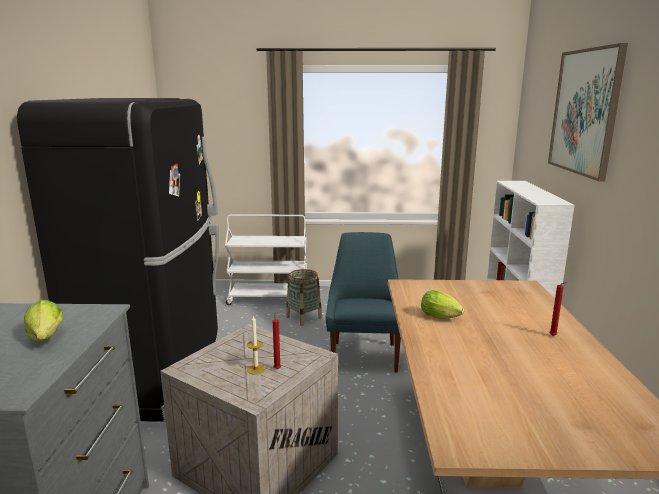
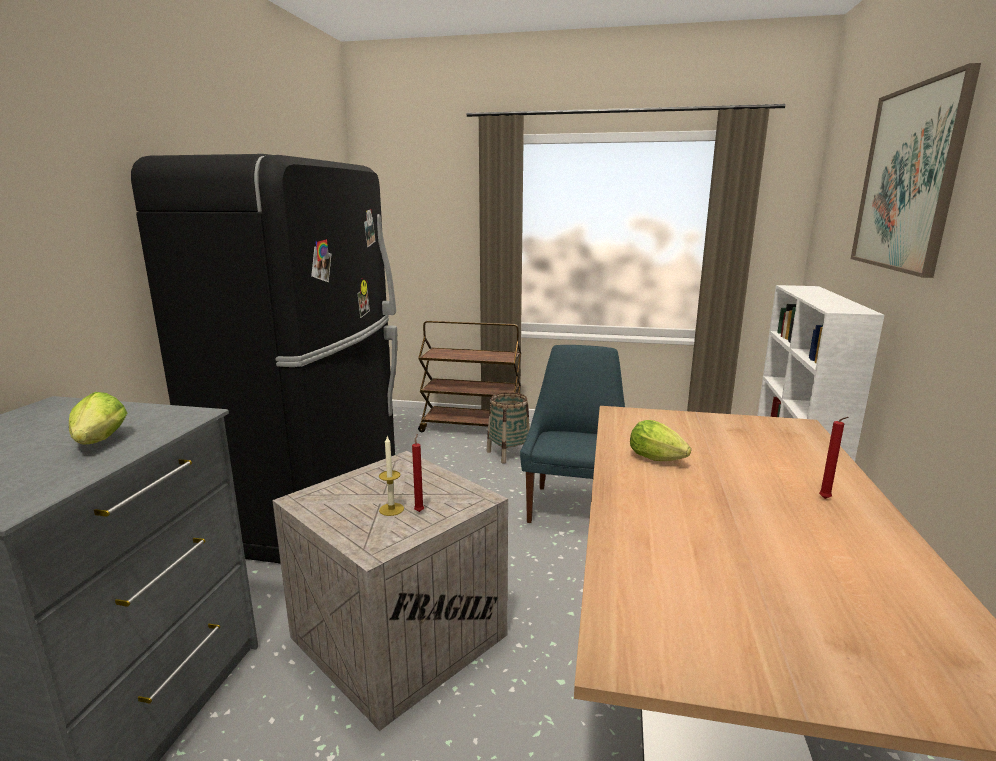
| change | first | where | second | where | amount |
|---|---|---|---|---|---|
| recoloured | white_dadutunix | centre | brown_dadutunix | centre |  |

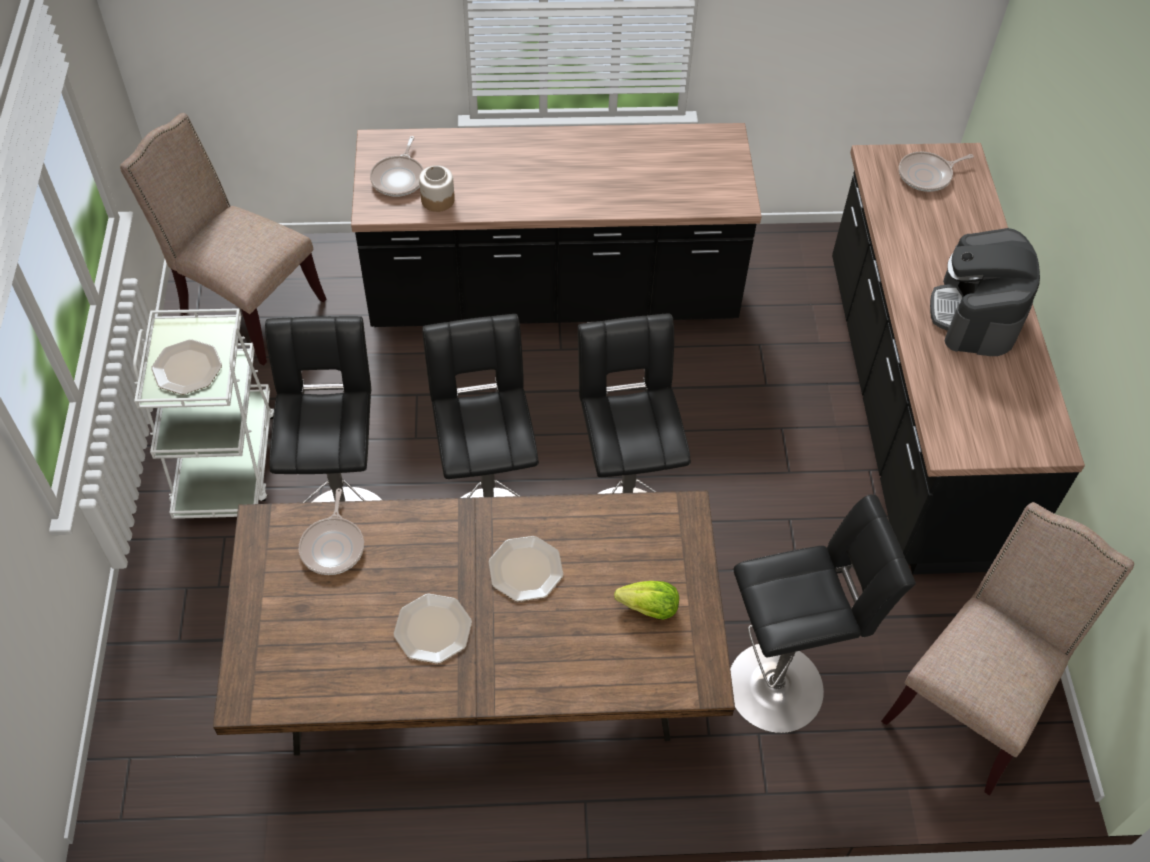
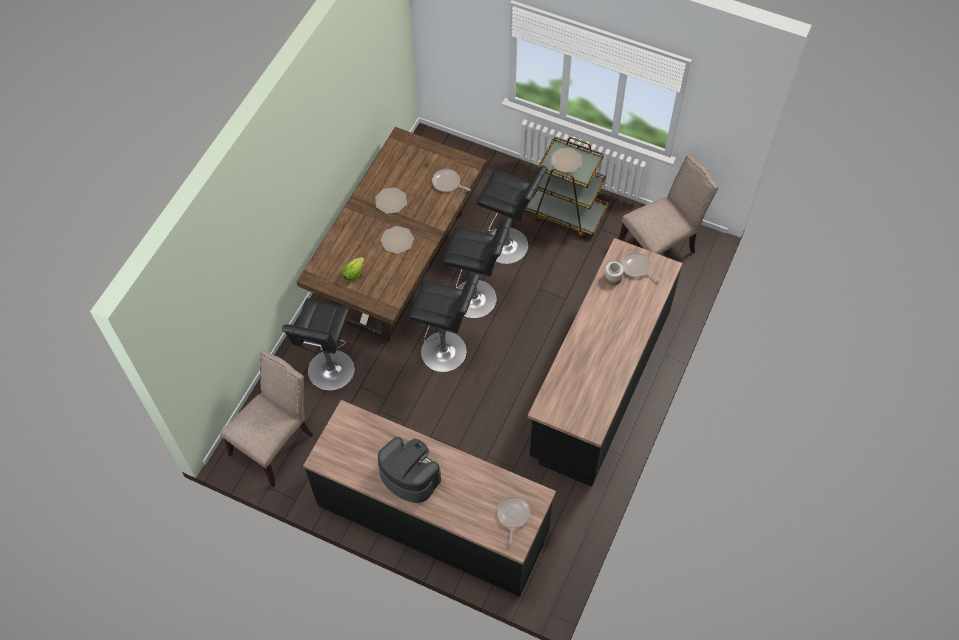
| change | first | where | second | where | amount |
|---|---|---|---|---|---|
| recoloured | white_dadutunix | middle left | brown_dadutunix | top centre |  |
| turned | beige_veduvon (2nd from left in the first image) | bottom right | beige_veduvon (1st from left) | middle left | 120 degrees counterclockwise |

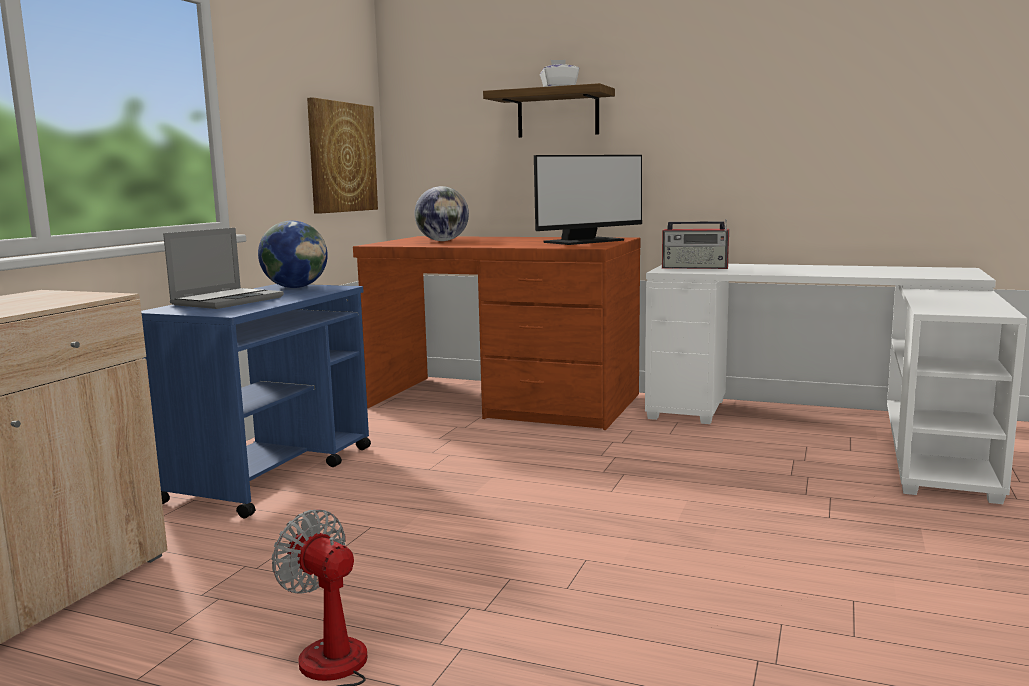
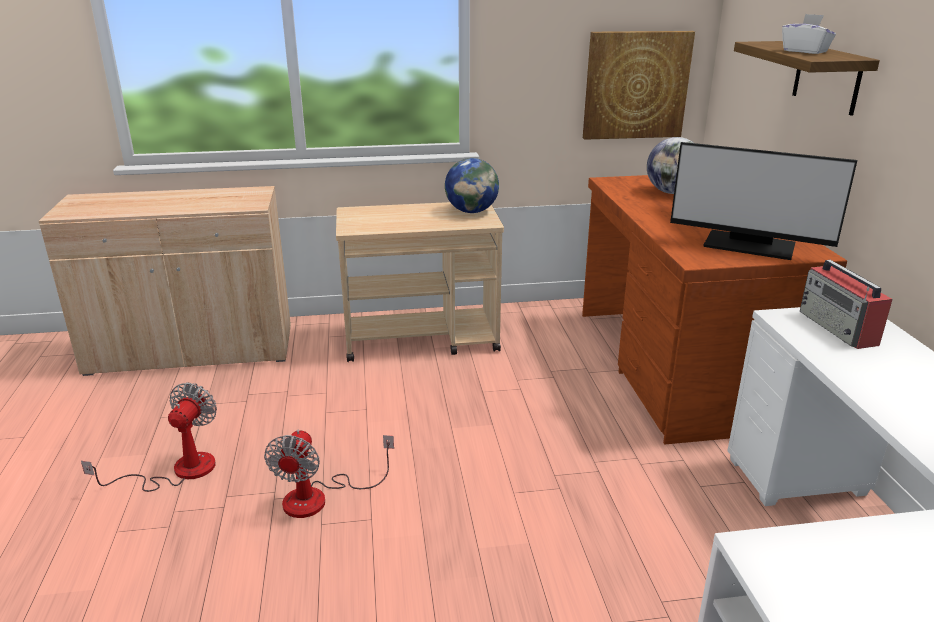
| change | first | where | second | where | amount |
|---|---|---|---|---|---|
| removed | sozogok | middle left |  |  |  |
| added |  |  | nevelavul (2nd from left) | bottom centre |  |
| recoloured | blue_dadutunix | middle left | beige_dadutunix | centre |  |

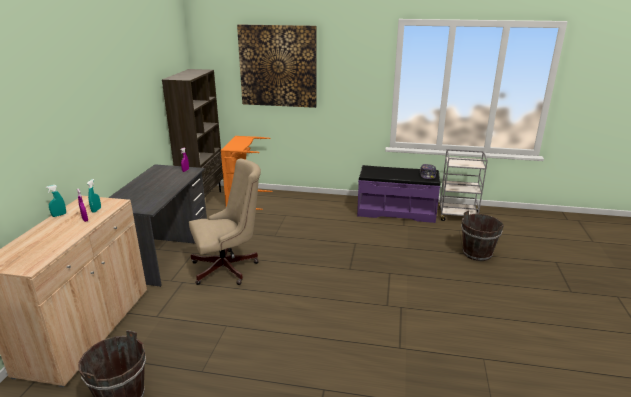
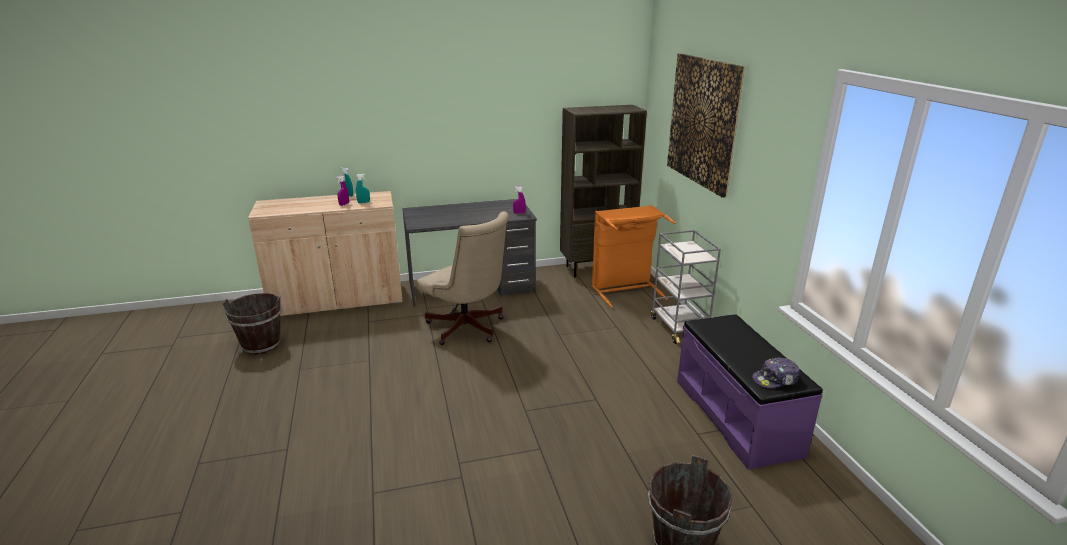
| change | first | where | second | where | amount |
|---|---|---|---|---|---|
| moved | grey_dadutunix | middle right |  | centre |  |

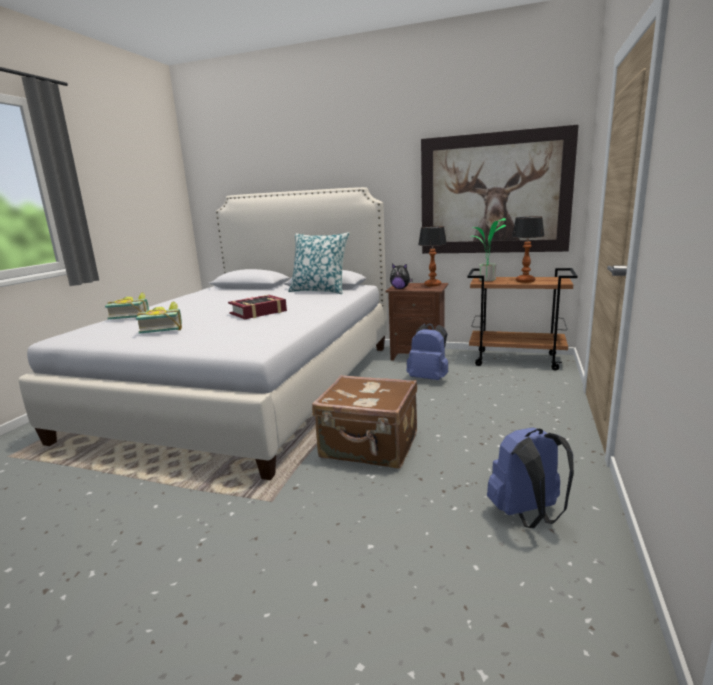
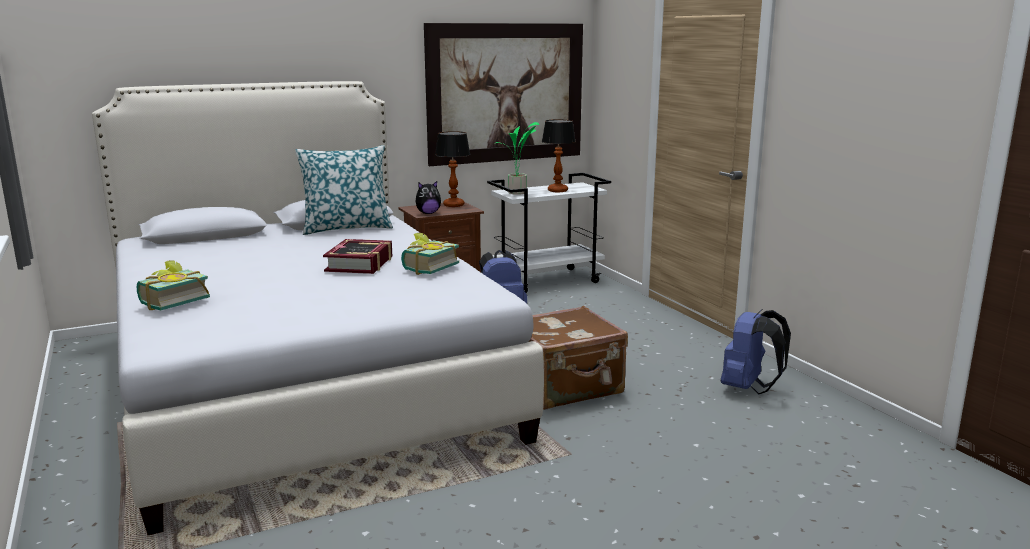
| change | first | where | second | where | amount |
|---|---|---|---|---|---|
| moved | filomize (2nd from left in the first image) | middle left | filomize (3rd from left) | centre |  |
| recoloured | brown_dadutunix | middle right | white_dadutunix | centre |  |

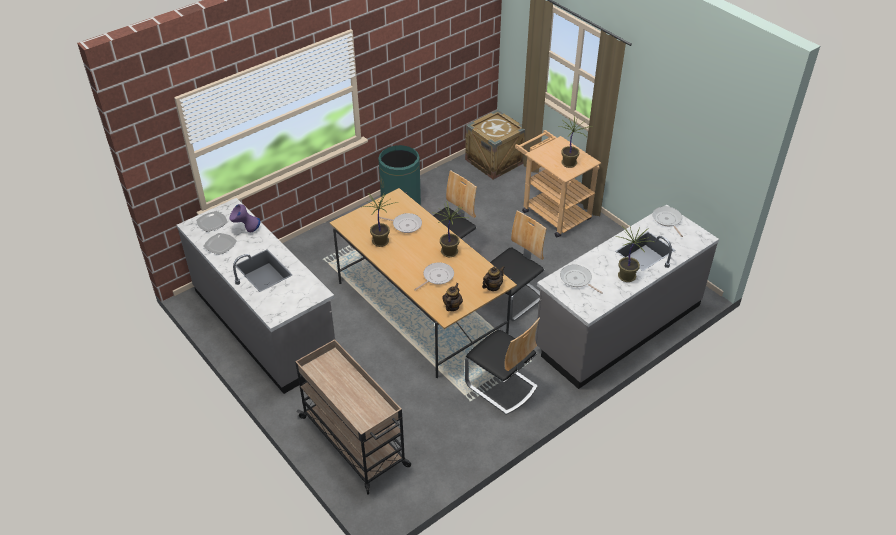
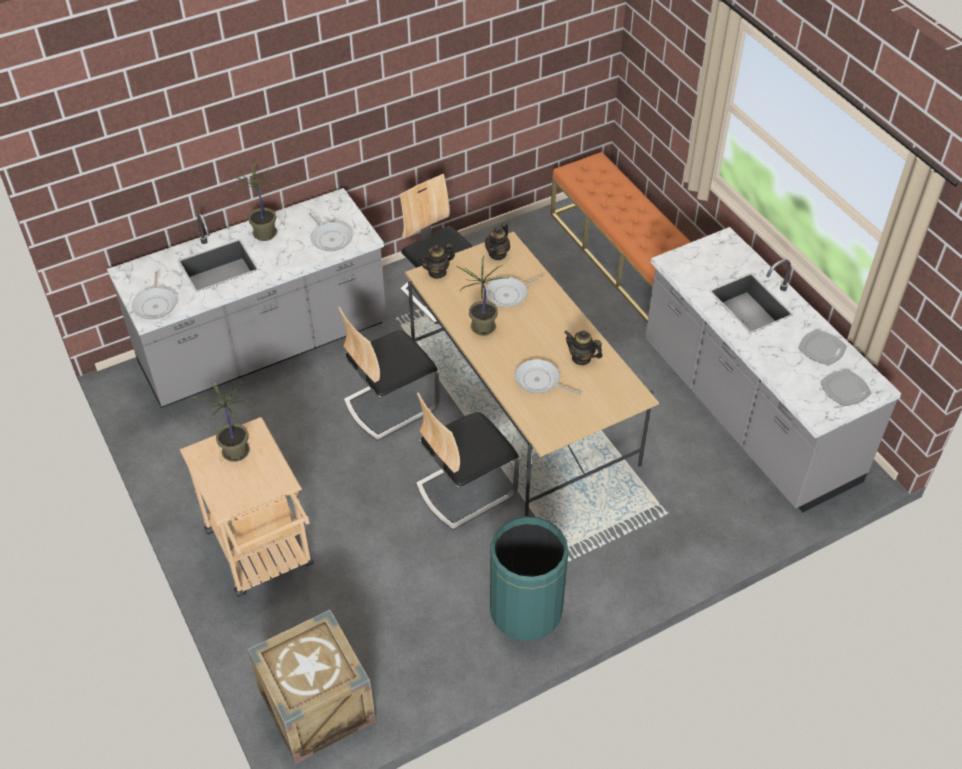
| change | first | where | second | where | amount |
|---|---|---|---|---|---|
| removed | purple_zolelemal | middle left |  |  |  |
| replaced | beige_dadutunix (1st from left) | bottom centre | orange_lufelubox | top centre |  |
| replaced | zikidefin (1st from left) | centre | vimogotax (3rd from left) | centre |  |

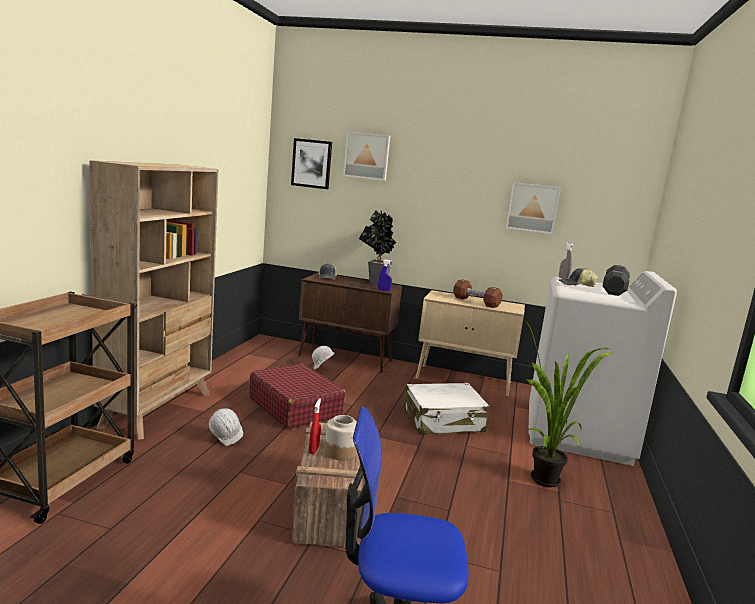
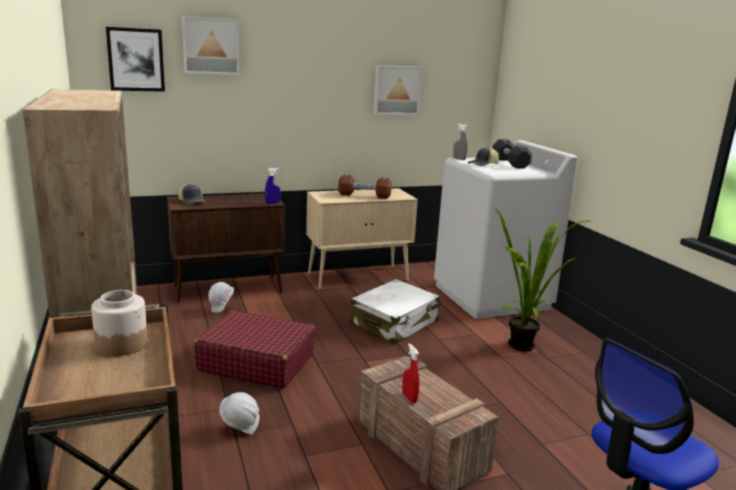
| change | first | where | second | where | amount |
|---|---|---|---|---|---|
| removed | zikidefin (1st from left) | centre |  |  |  |
| moved | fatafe | bottom centre |  | middle left |  |

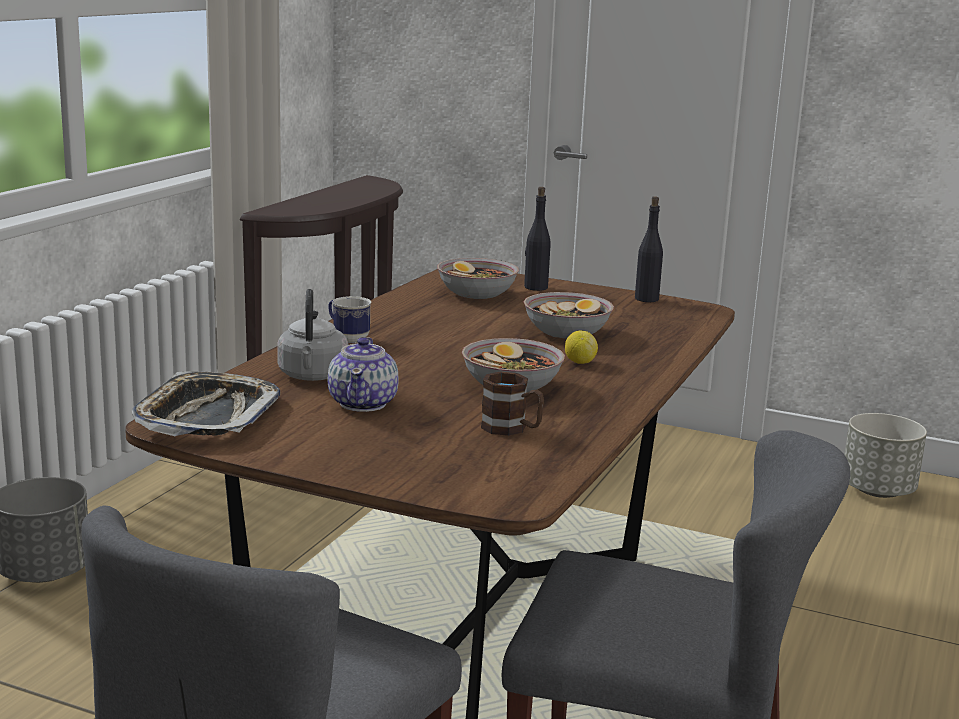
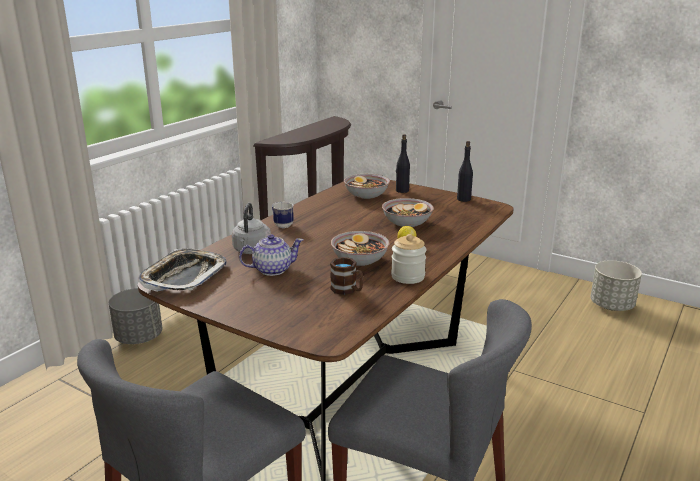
| change | first | where | second | where | amount |
|---|---|---|---|---|---|
| added |  |  | fatafe | centre |  |
| turned | vimogotax | centre |  | centre | 120 degrees counterclockwise |

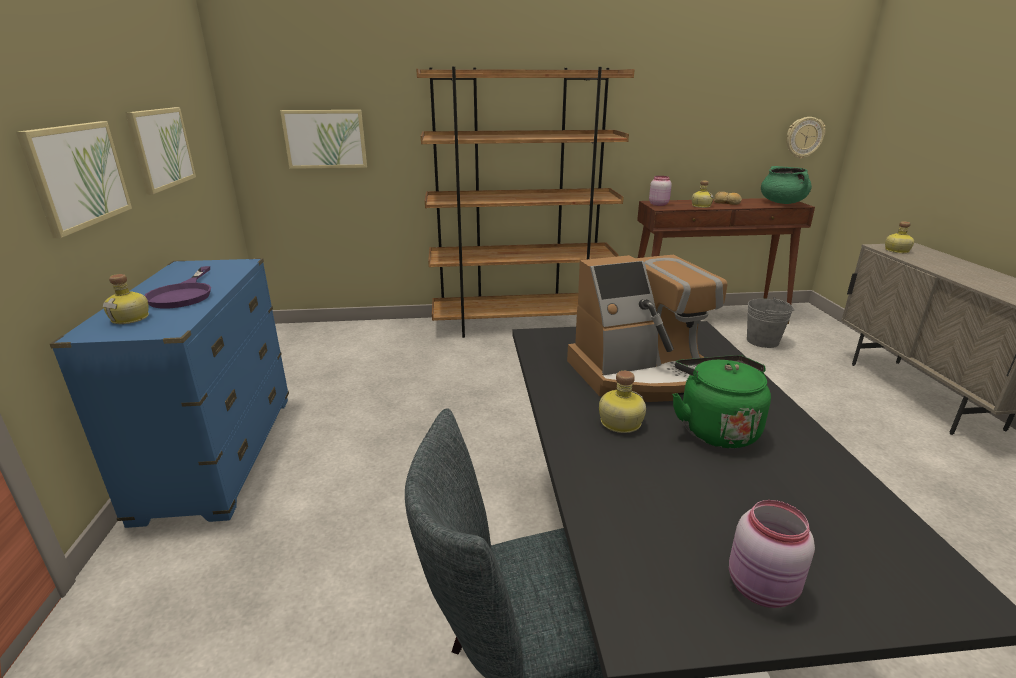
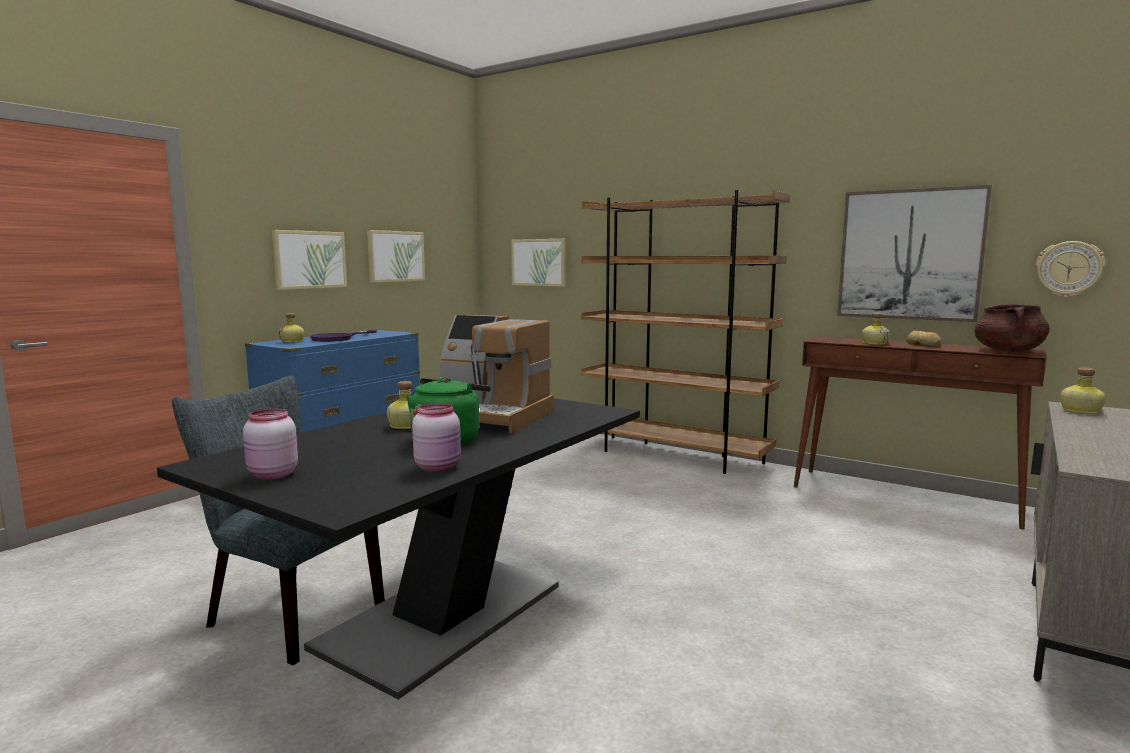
| change | first | where | second | where | amount |
|---|---|---|---|---|---|
| removed | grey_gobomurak | middle right |  |  |  |
| added |  |  | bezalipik (4th from left) | middle right |  |
| moved | pink_fatafe (1st from left in the first image) | top centre | pink_fatafe (2nd from left) | centre |  |
| recoloured | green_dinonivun | top right | brown_dinonivun | middle right |  |

